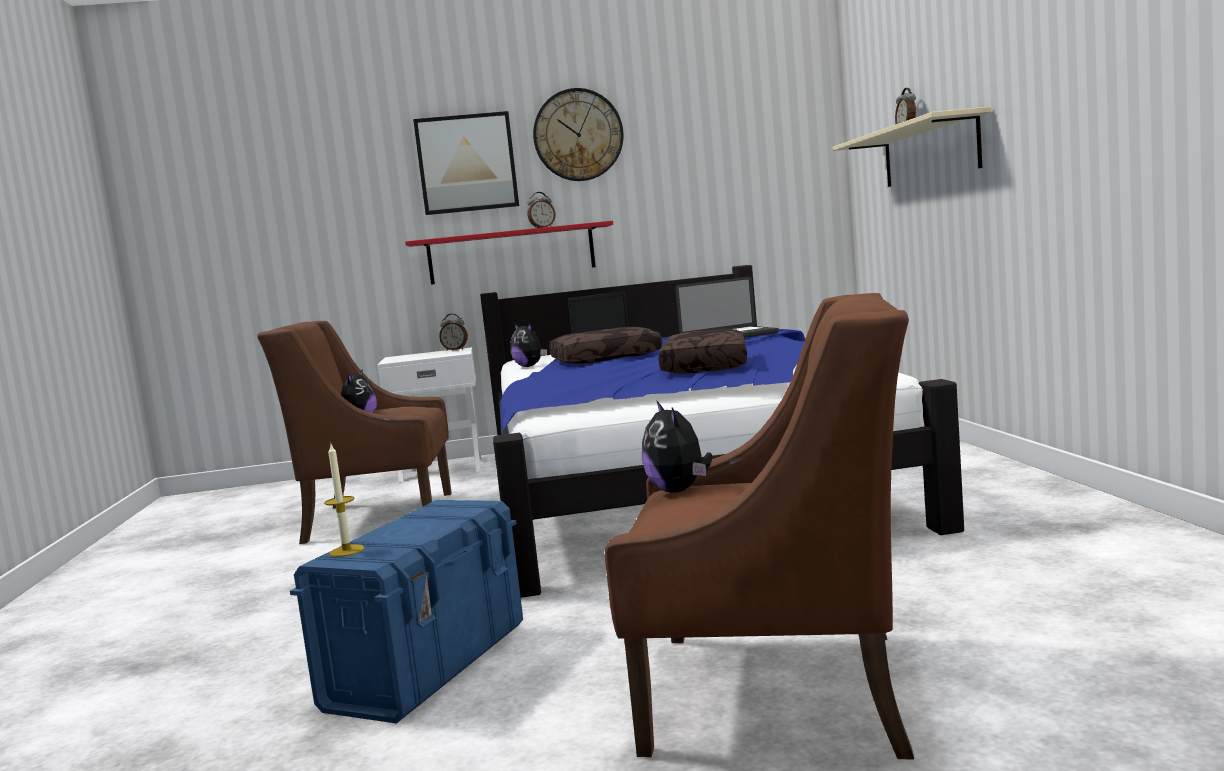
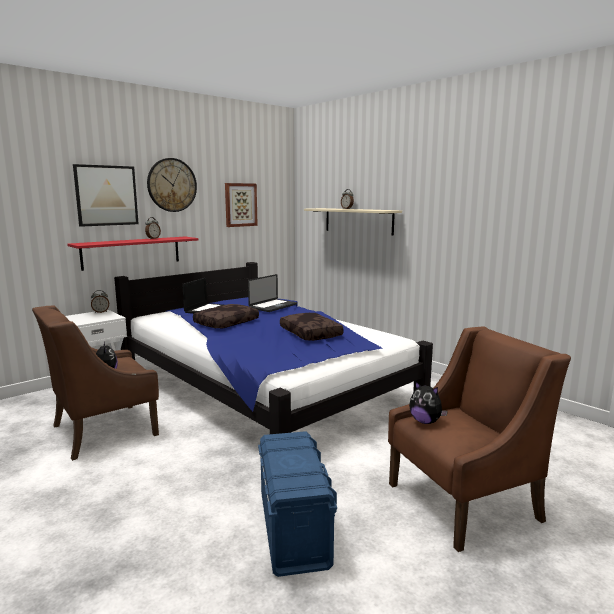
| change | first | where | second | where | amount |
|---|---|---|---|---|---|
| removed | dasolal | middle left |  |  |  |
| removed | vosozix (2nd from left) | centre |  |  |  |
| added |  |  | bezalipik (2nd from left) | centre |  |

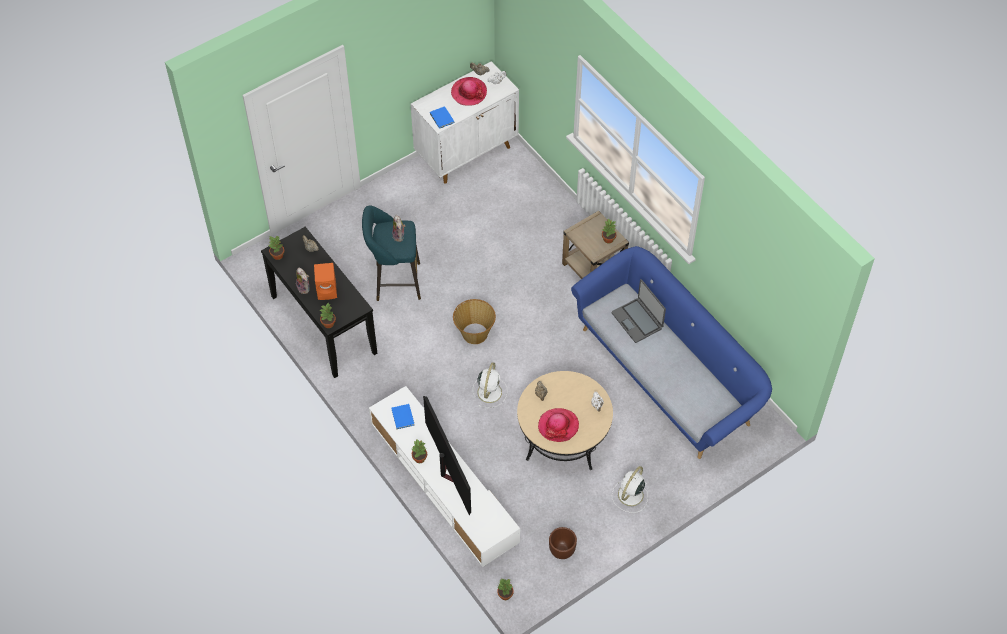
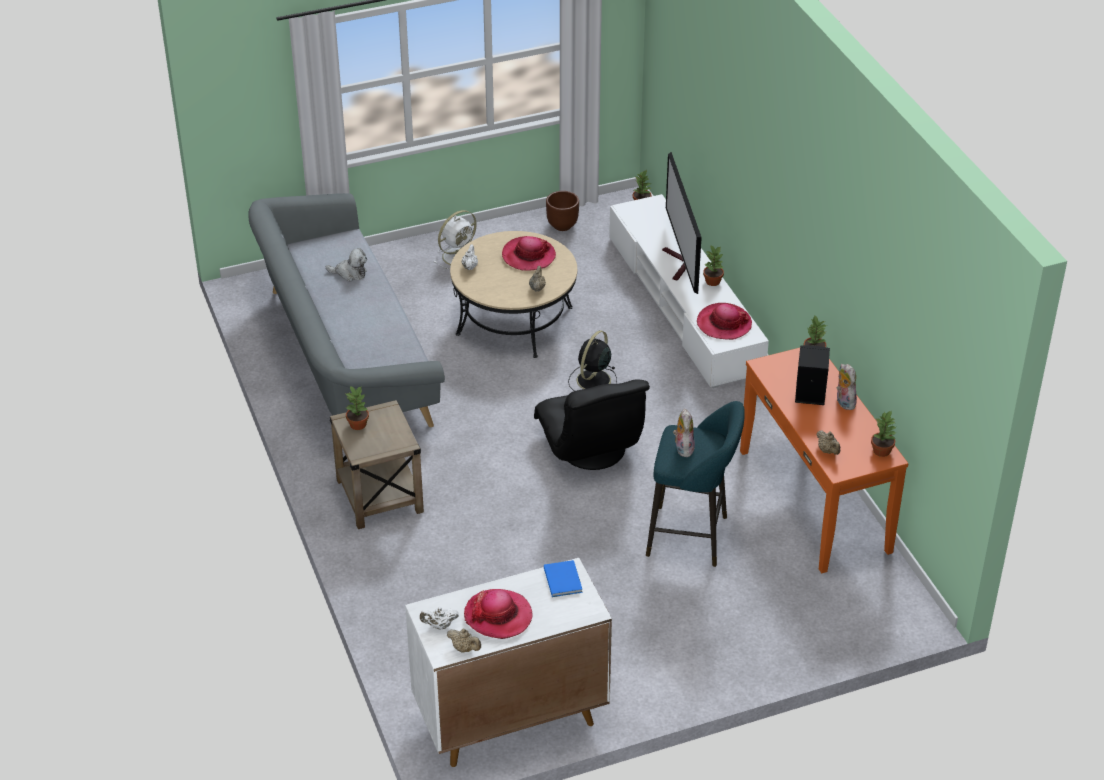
| change | first | where | second | where | amount |
|---|---|---|---|---|---|
| removed | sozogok | centre |  |  |  |
| added |  |  | vosozix (1st from left) | middle left |  |
| replaced | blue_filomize (1st from left) | centre | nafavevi (3rd from left) | centre |  |
| replaced | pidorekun | centre | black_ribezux | centre |  |
| recoloured | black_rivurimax | middle left | orange_rivurimax | middle right |  |
| recoloured | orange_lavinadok | middle left | black_lavinadok | middle right |  |
| recoloured | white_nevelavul (1st from left) | centre | black_nevelavul | centre |  |
| recoloured | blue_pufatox | centre | grey_pufatox | middle left |  |

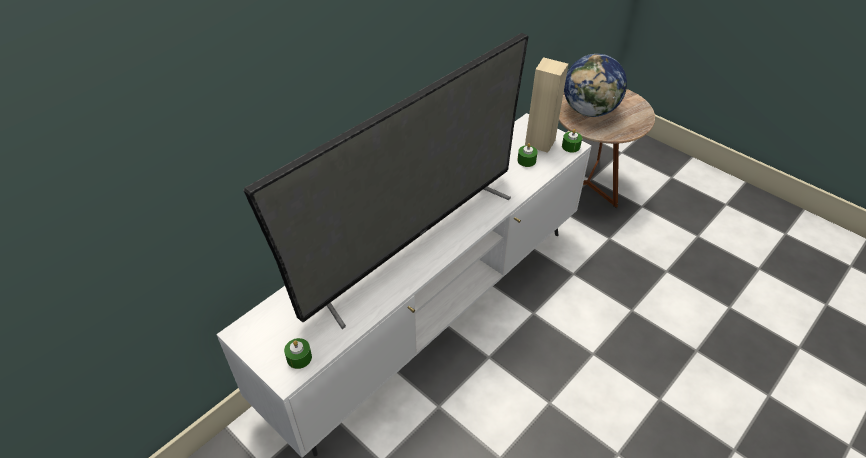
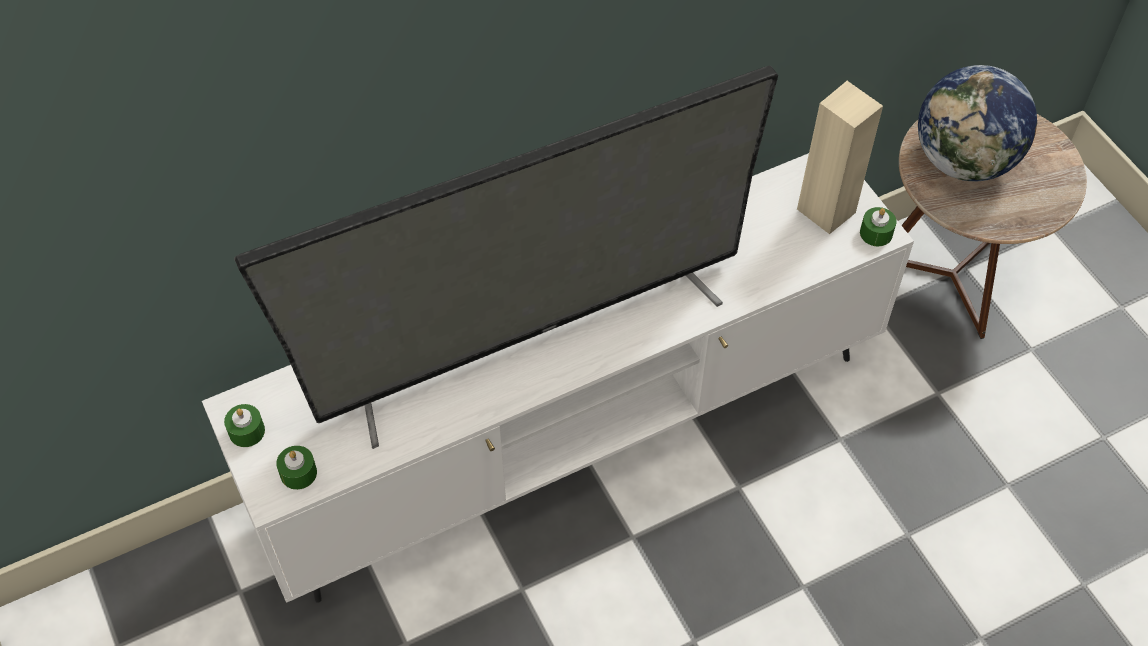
| change | first | where | second | where | amount |
|---|---|---|---|---|---|
| moved | green_dasolal (2nd from left in the first image) | centre | green_dasolal (1st from left) | middle left |  |

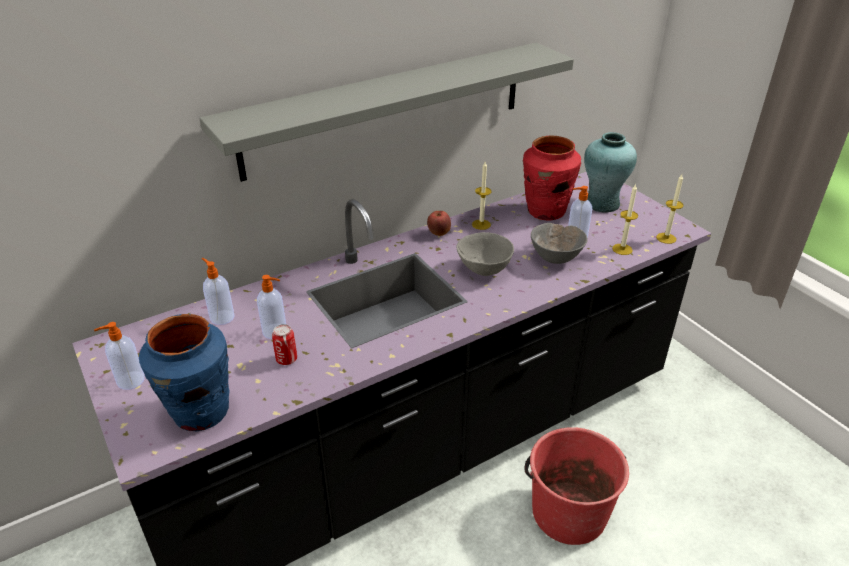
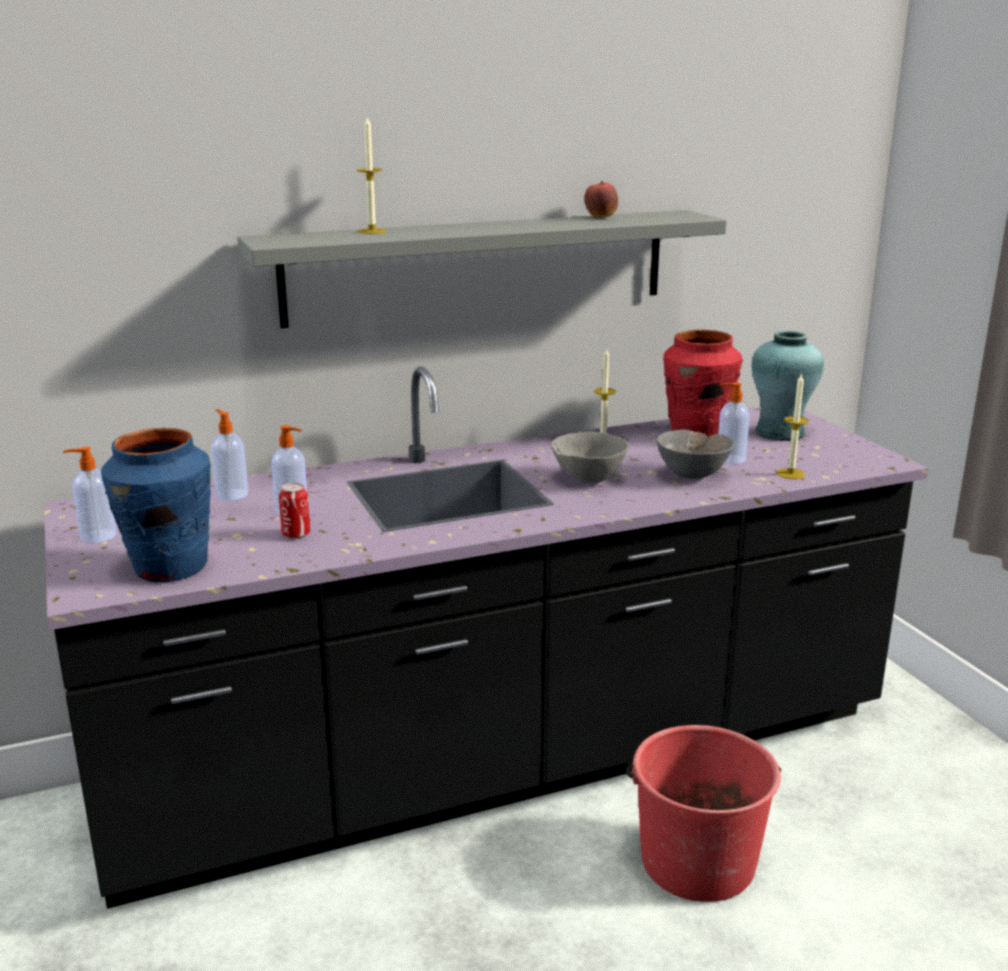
| change | first | where | second | where | amount |
|---|---|---|---|---|---|
| moved | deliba | centre |  | top centre |  |
| moved | dasolal (3rd from left in the first image) | middle right | dasolal (1st from left) | top centre |  |

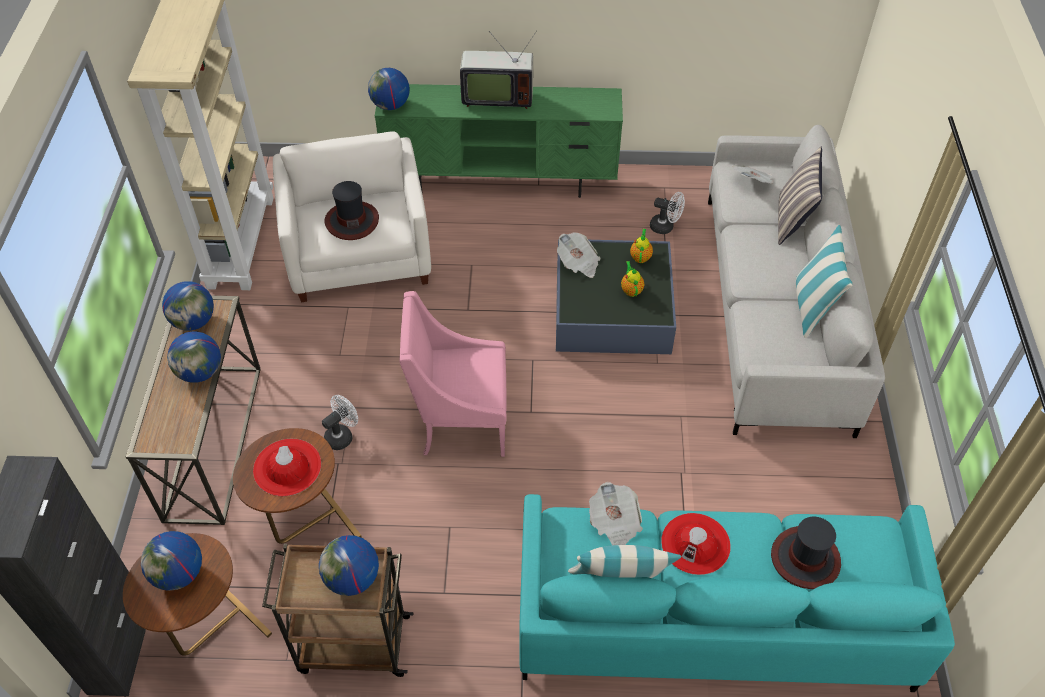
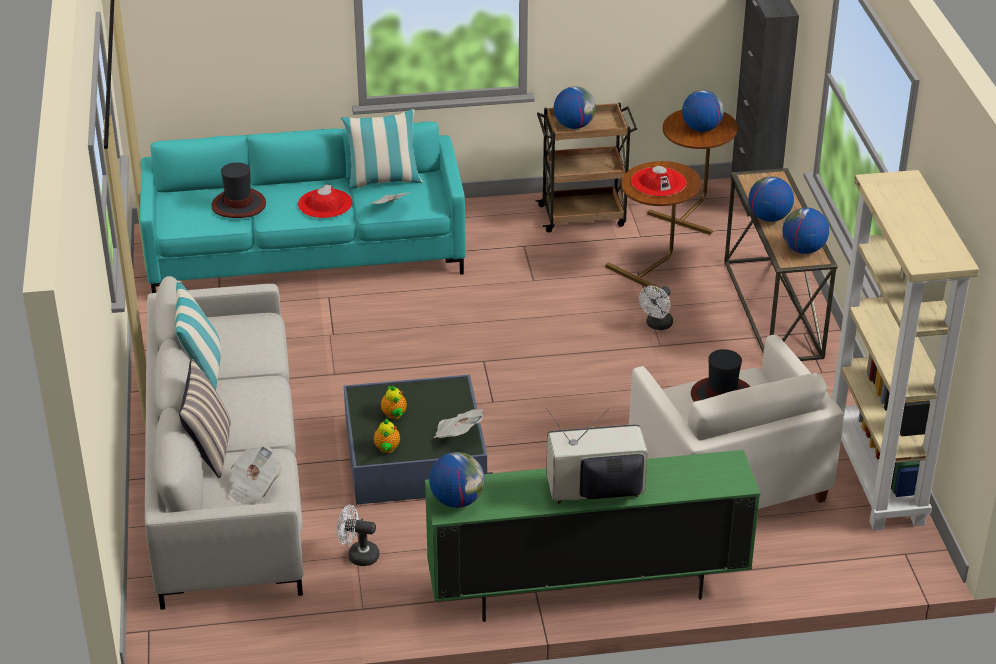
| change | first | where | second | where | amount |
|---|---|---|---|---|---|
| removed | pink_ribezux | centre |  |  |  |
| moved | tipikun (5th from left in the first image) | top centre | tipikun (1st from left) | bottom centre |  |

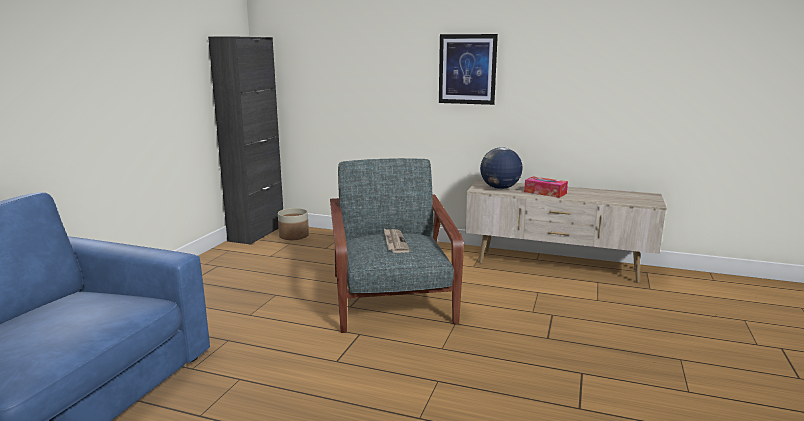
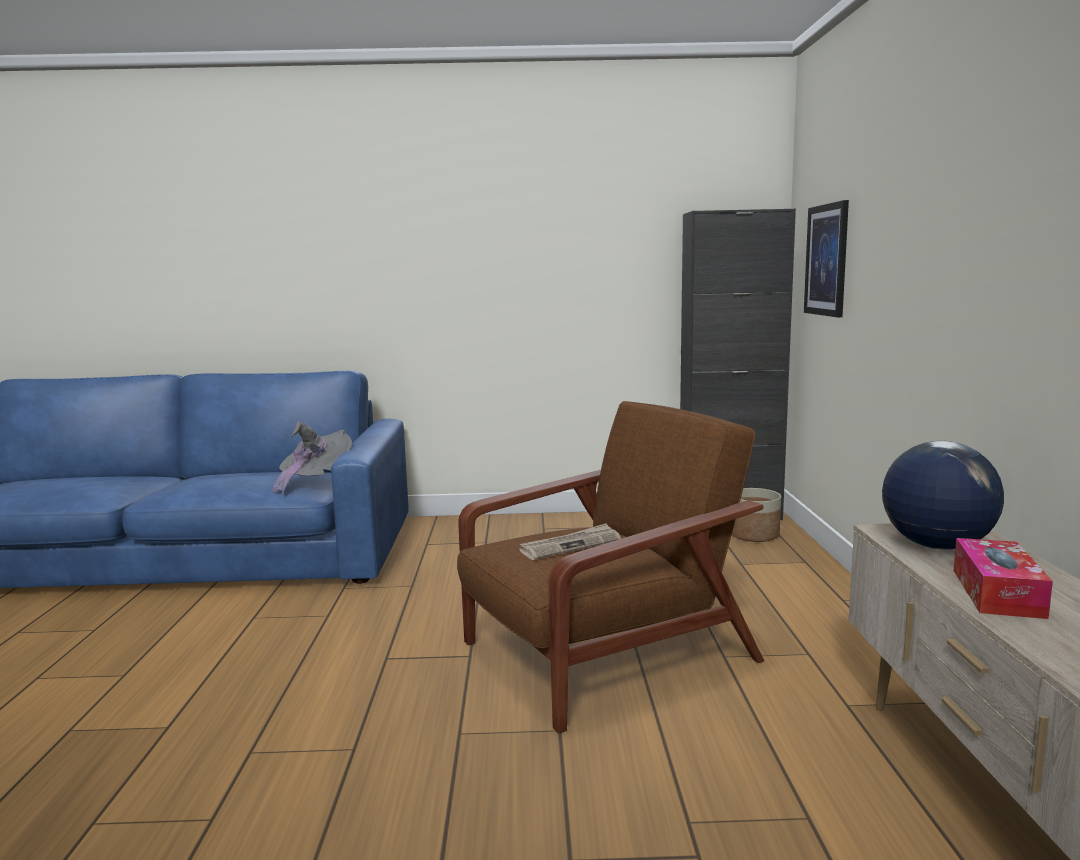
| change | first | where | second | where | amount |
|---|---|---|---|---|---|
| added |  |  | grey_nafavevi | middle left |  |
| moved | bezalipik | top centre |  | top right |  |
| recoloured | grey_ribezux | centre | brown_ribezux | centre |  |

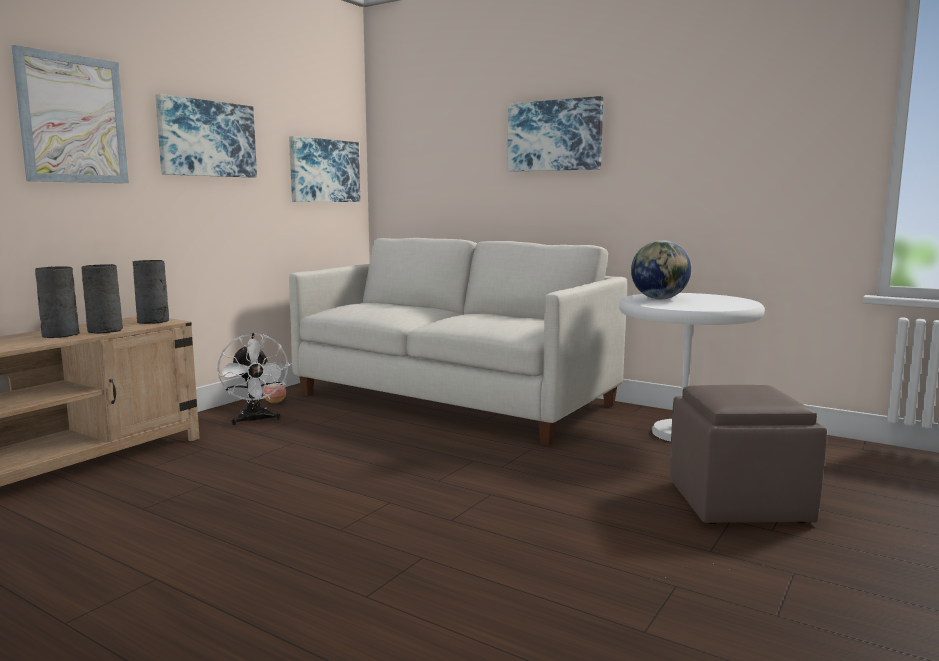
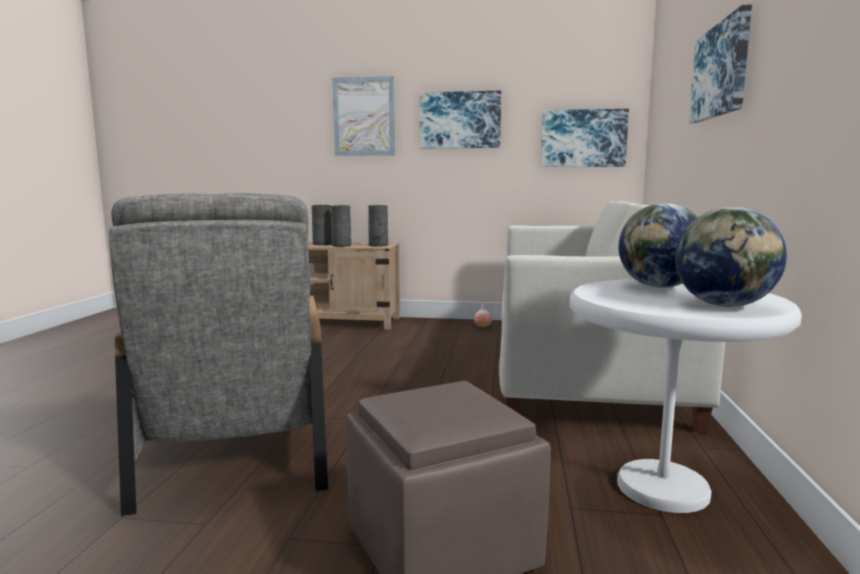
| change | first | where | second | where | amount |
|---|---|---|---|---|---|
| removed | white_nevelavul | middle left |  |  |  |
| added |  |  | grey_ribezux | middle left |  |
| added |  |  | tipikun (2nd from left) | middle right |  |

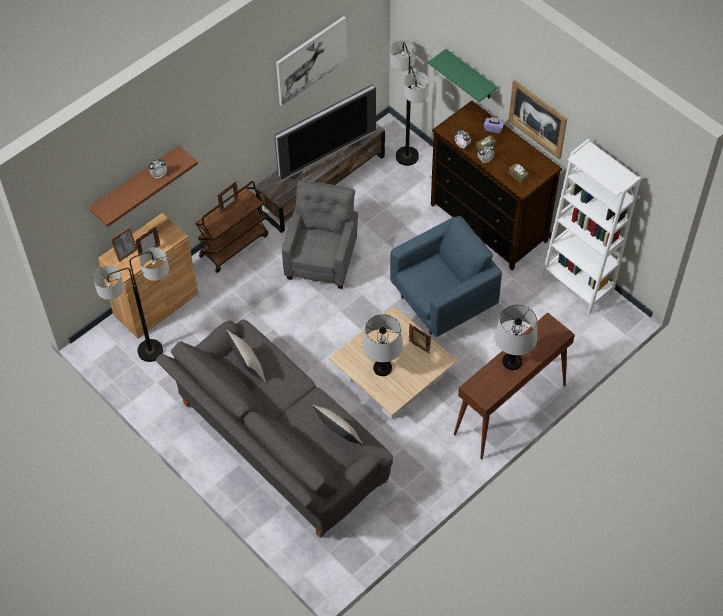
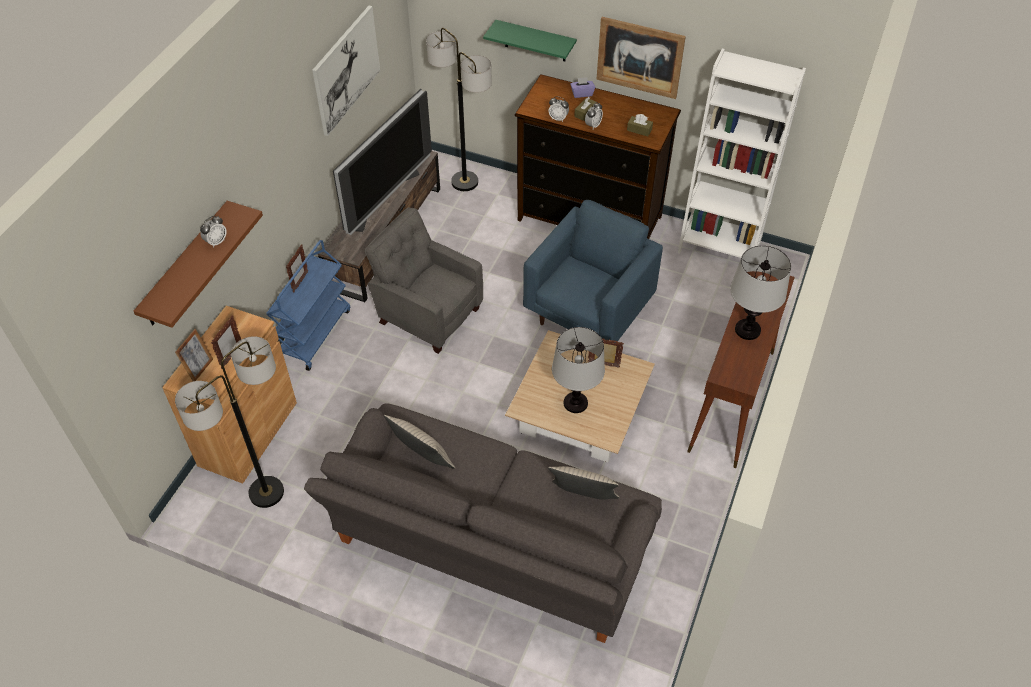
| change | first | where | second | where | amount |
|---|---|---|---|---|---|
| recoloured | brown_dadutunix | middle left | blue_dadutunix | middle left |  |
| turned | grey_ribezux | centre |  | centre | 45 degrees counterclockwise |

